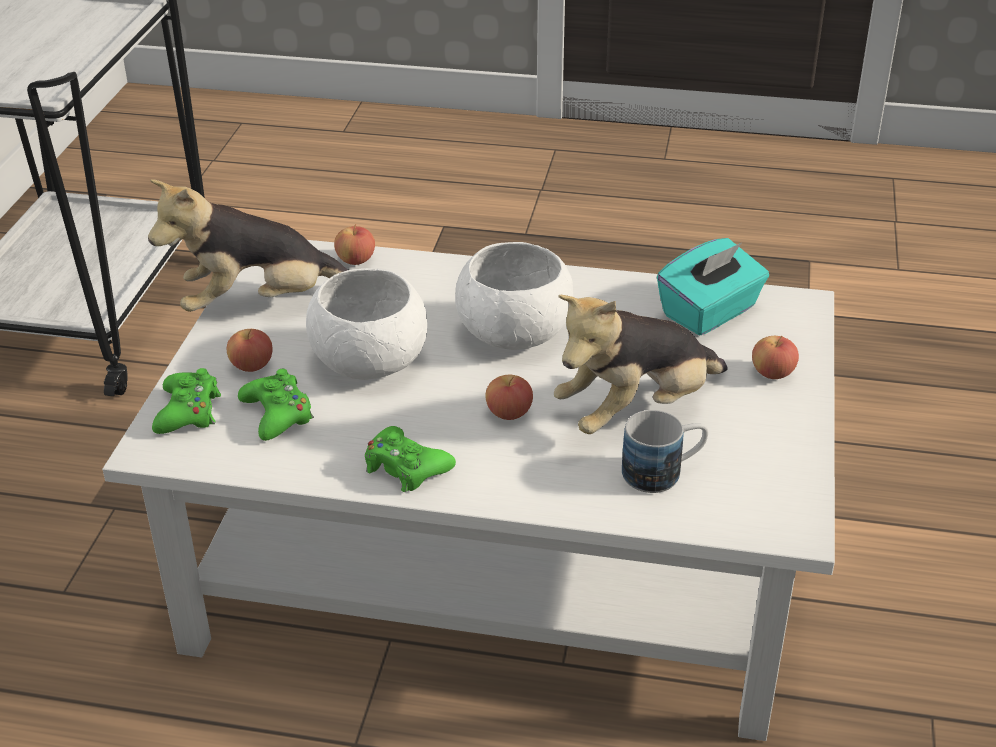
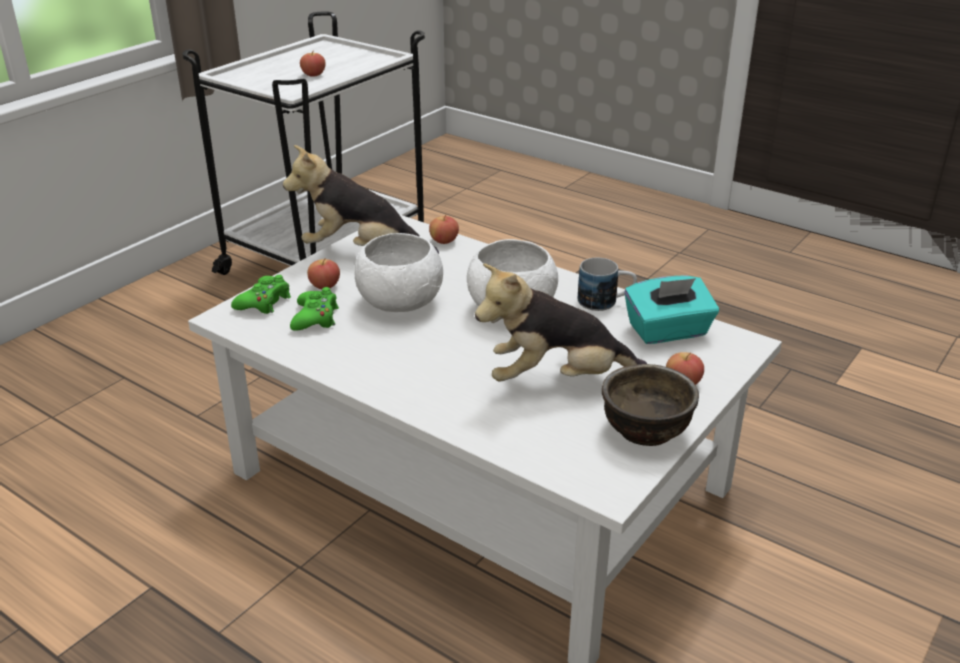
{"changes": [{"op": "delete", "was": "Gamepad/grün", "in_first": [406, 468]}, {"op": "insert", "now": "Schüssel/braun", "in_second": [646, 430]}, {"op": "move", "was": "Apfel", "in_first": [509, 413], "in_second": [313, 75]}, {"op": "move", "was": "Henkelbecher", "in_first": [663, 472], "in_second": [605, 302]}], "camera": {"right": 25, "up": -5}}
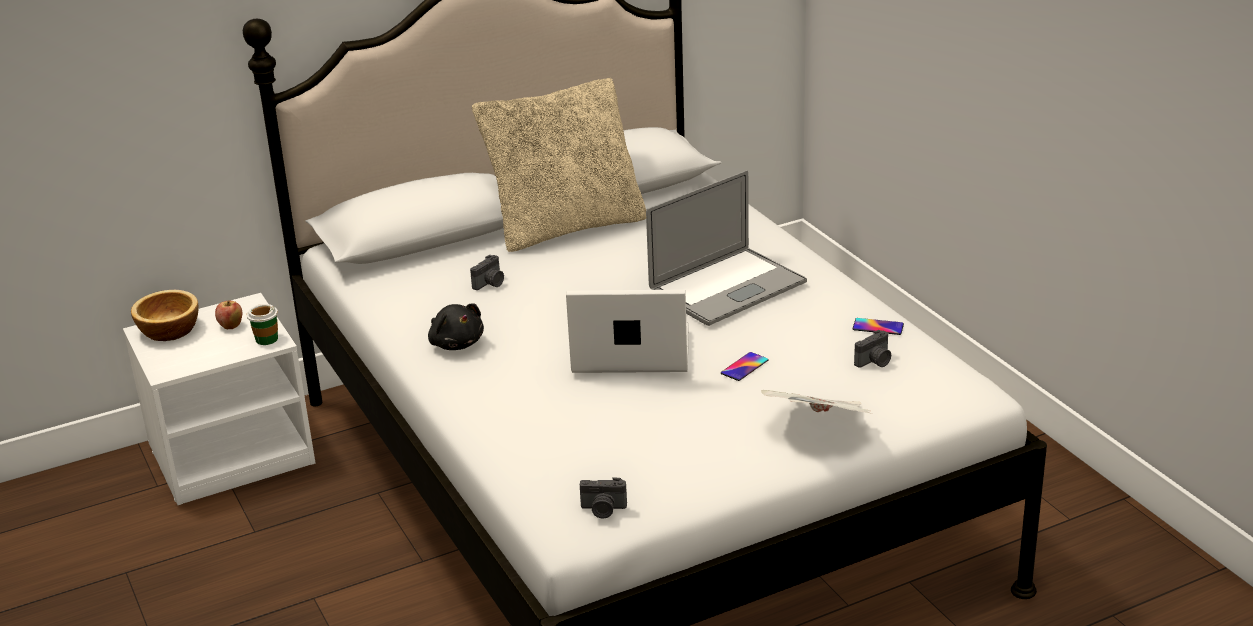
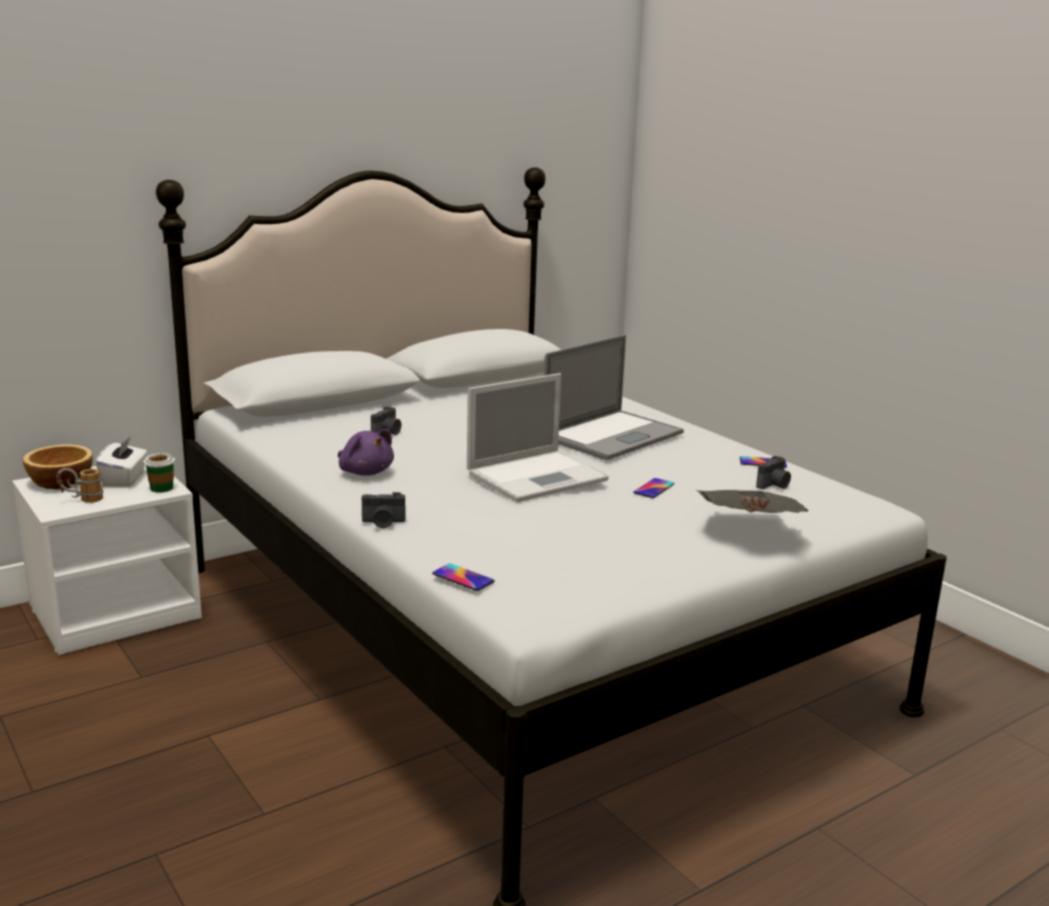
{"changes": [{"op": "delete", "was": "Kissen/beige", "in_first": [566, 223]}, {"op": "insert", "now": "Henkelbecher", "in_second": [81, 500]}, {"op": "insert", "now": "Handy", "in_second": [463, 578]}, {"op": "move", "was": "Kamera", "in_first": [603, 510], "in_second": [383, 523]}, {"op": "replace", "was": "Apfel", "now": "Taschentuchbox/weiß", "in_first": [231, 326], "in_second": [124, 479]}, {"op": "recolor", "was": "Plüschtier/schwarz", "now": "Plüschtier/lila", "in_first": [456, 343], "in_second": [365, 472]}, {"op": "rotate", "was": "Laptop", "in_first": [628, 351], "in_second": [538, 476], "clockwise": 150}], "camera": {"right": -10, "up": -10}}
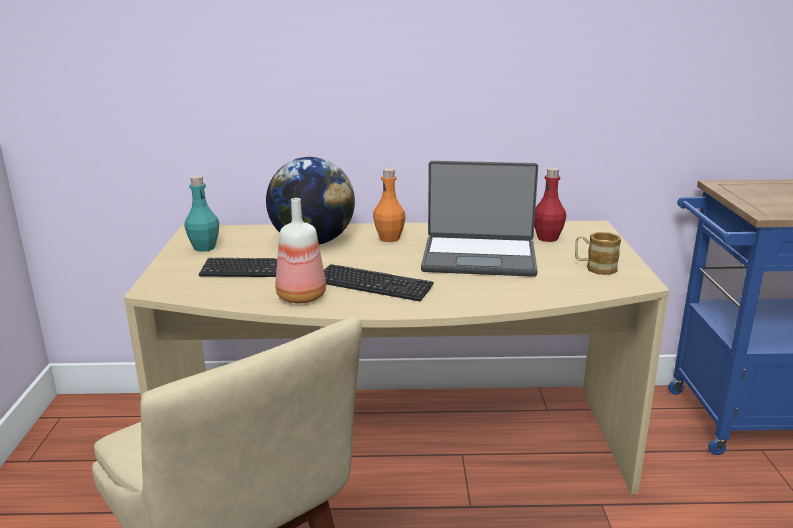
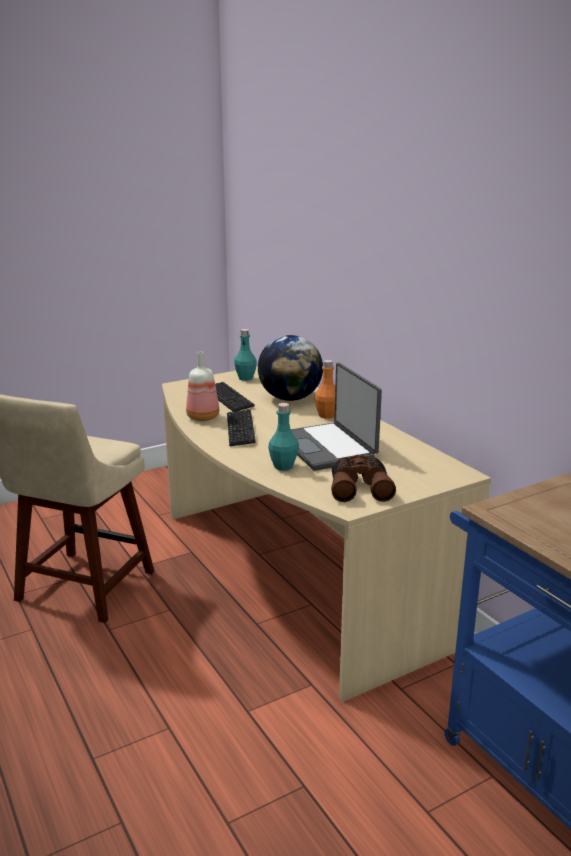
{"changes": [{"op": "delete", "was": "Flasche/rot", "in_first": [547, 238]}, {"op": "insert", "now": "Flasche/türkis", "in_second": [283, 466]}, {"op": "replace", "was": "Henkelbecher", "now": "Fernglas/braun", "in_first": [595, 267], "in_second": [359, 488]}], "camera": {"right": 60, "up": 0}}
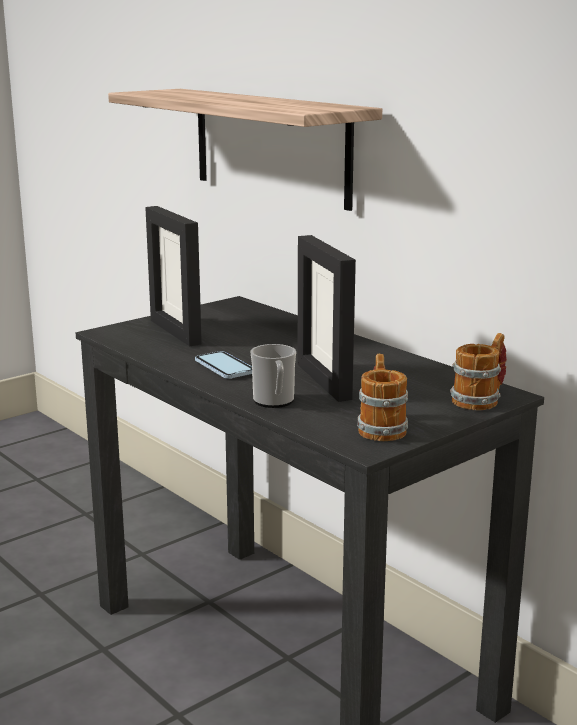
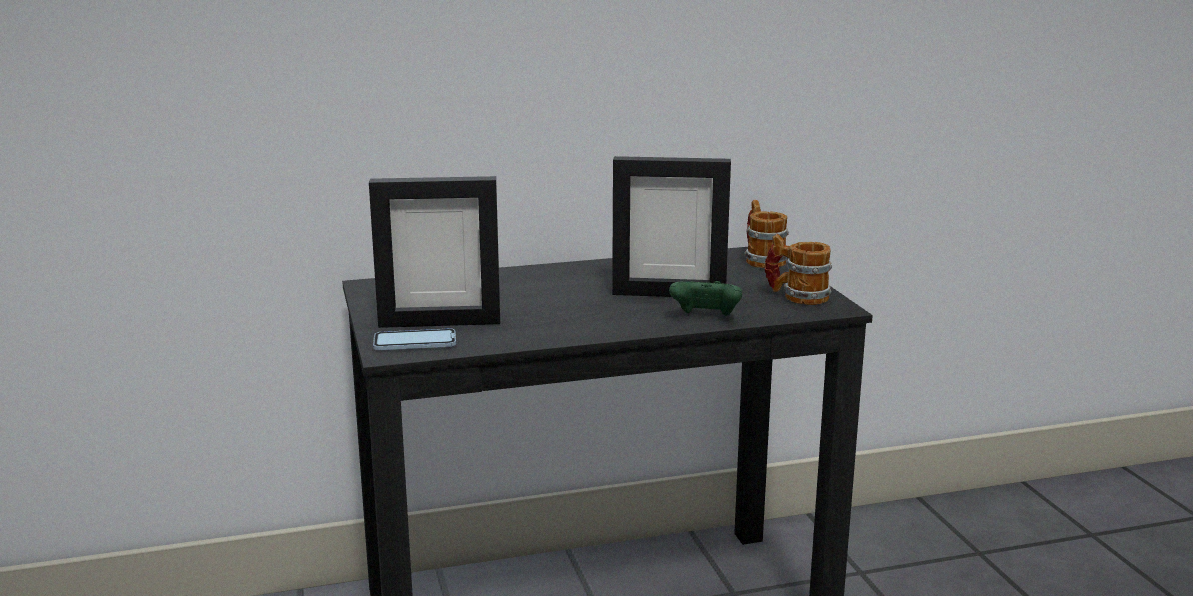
{"changes": [{"op": "delete", "was": "Wandregal", "in_first": [270, 146]}, {"op": "move", "was": "Handy", "in_first": [224, 367], "in_second": [415, 342]}, {"op": "replace", "was": "Henkelbecher", "now": "Gamepad/grün", "in_first": [274, 402], "in_second": [705, 318]}], "camera": {"right": -65, "up": 0}}
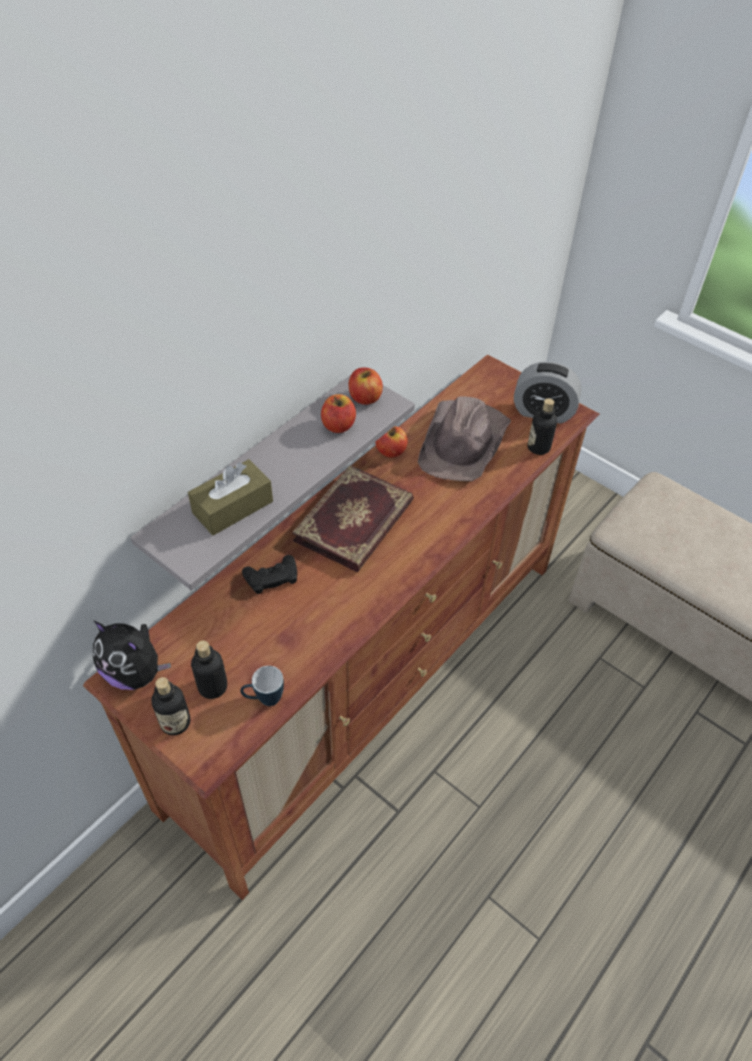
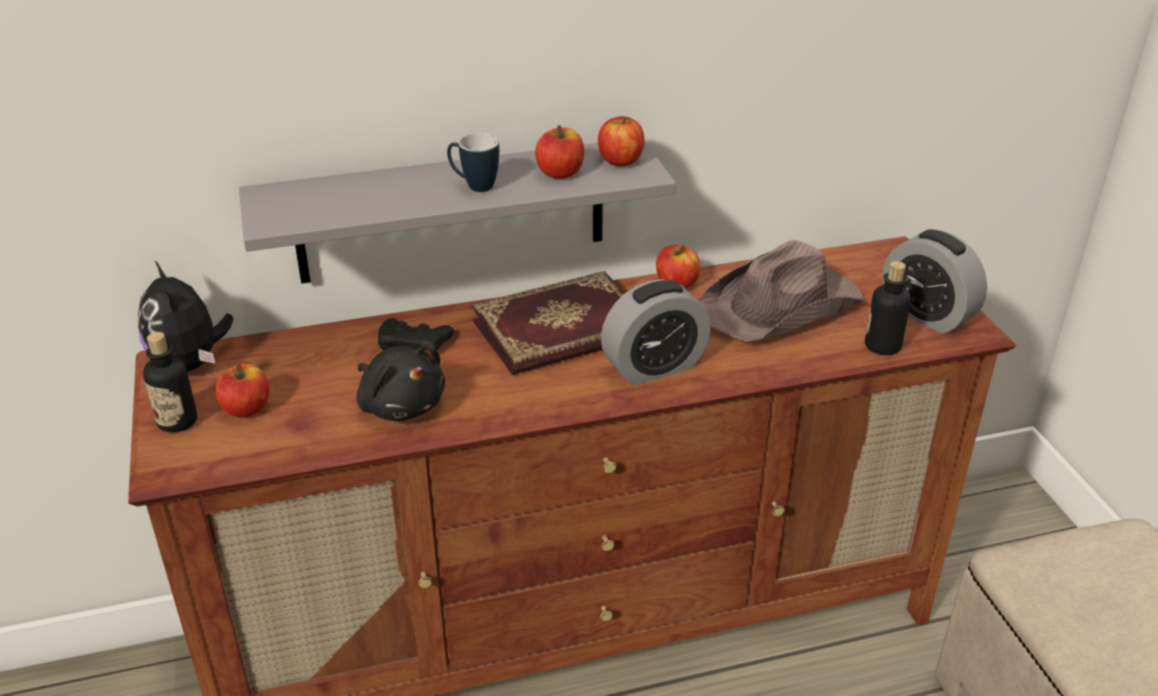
{"changes": [{"op": "delete", "was": "Taschentuchbox/braun", "in_first": [233, 507]}, {"op": "insert", "now": "Plüschtier/schwarz", "in_second": [401, 405]}, {"op": "insert", "now": "Wecker", "in_second": [654, 367]}, {"op": "move", "was": "Henkelbecher", "in_first": [264, 699], "in_second": [474, 186]}, {"op": "replace", "was": "Flasche", "now": "Apfel", "in_first": [212, 686], "in_second": [246, 408]}], "camera": {"right": 35, "up": -15}}
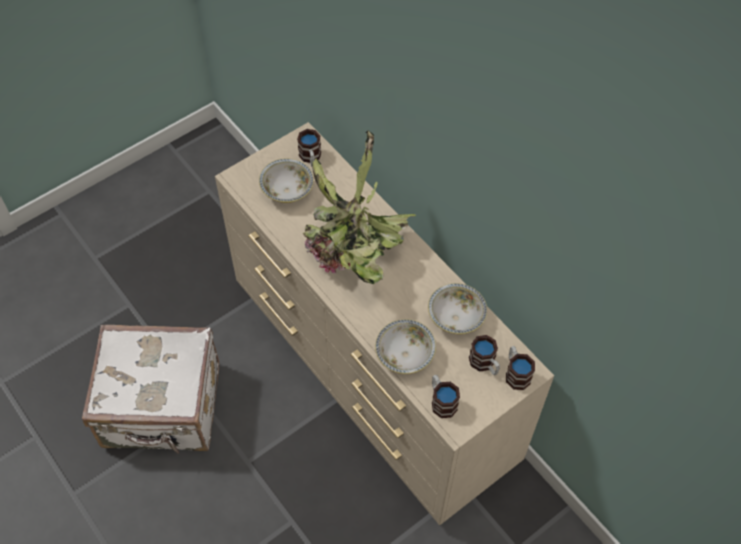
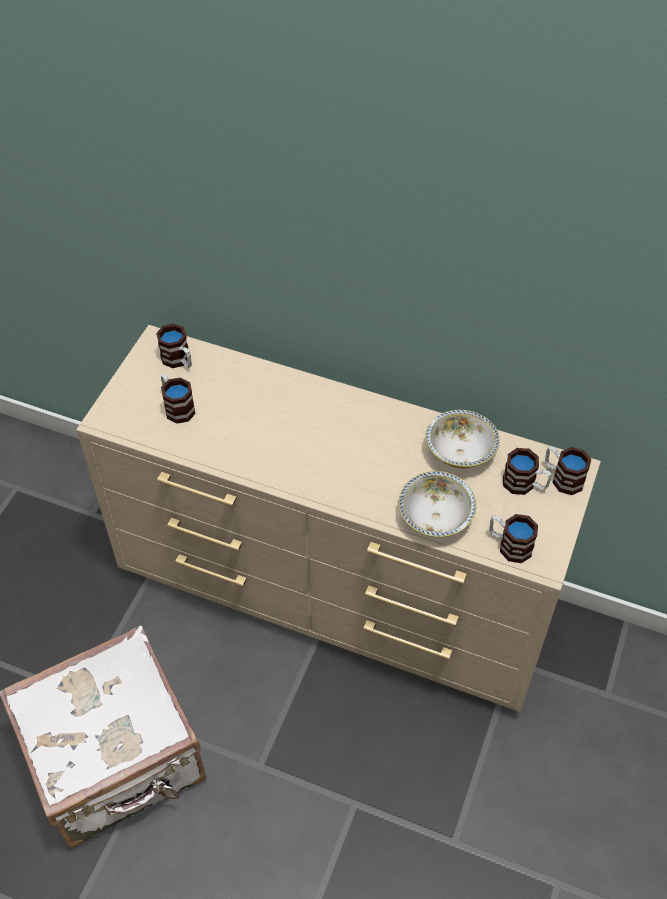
{"changes": [{"op": "delete", "was": "Topfpflanze", "in_first": [356, 254]}, {"op": "replace", "was": "Schüssel", "now": "Henkelbecher", "in_first": [287, 191], "in_second": [176, 407]}], "camera": {"right": -30, "up": -5}}
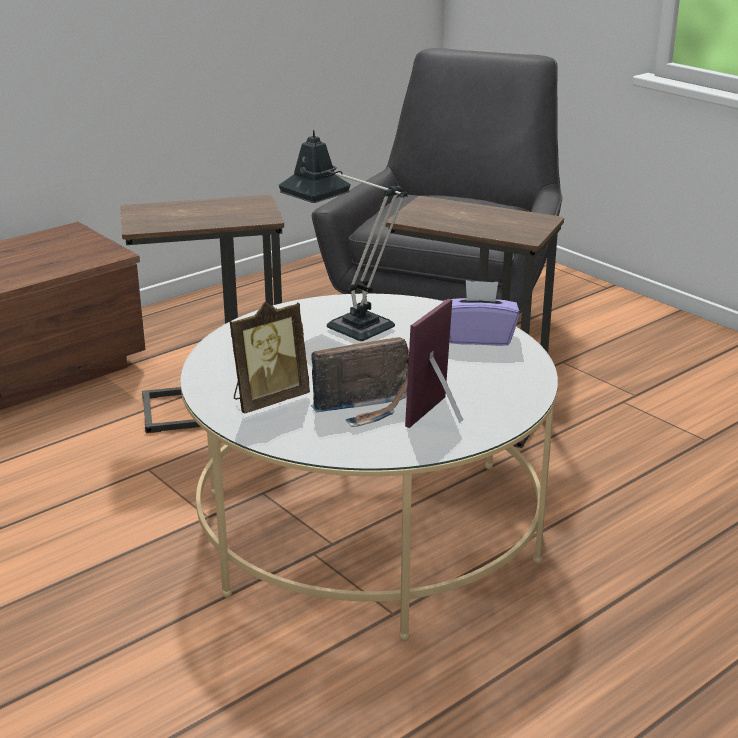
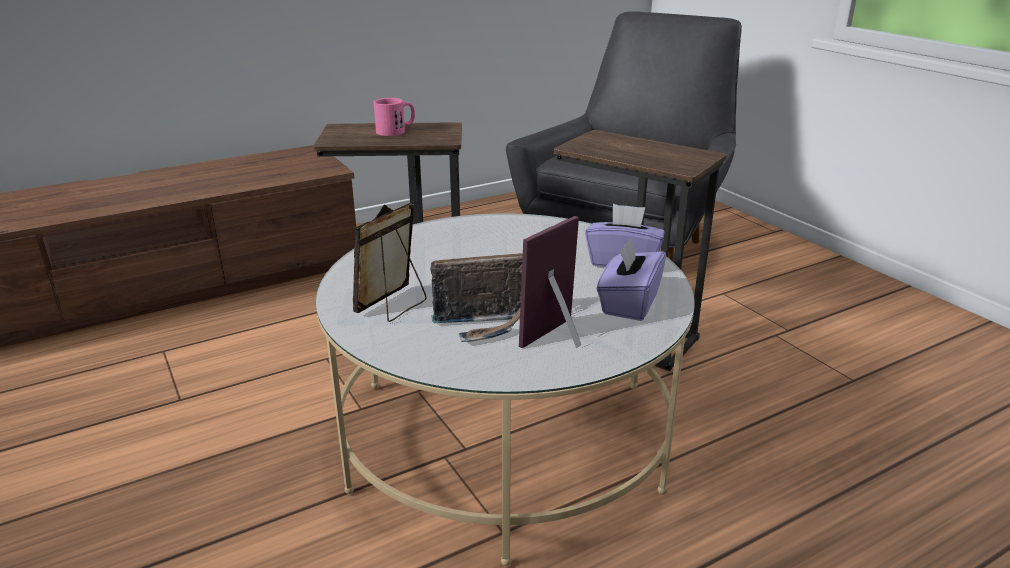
{"changes": [{"op": "delete", "was": "Tischlampe", "in_first": [349, 324]}, {"op": "insert", "now": "Henkelbecher/rosa", "in_second": [396, 131]}, {"op": "insert", "now": "Taschentuchbox/lila", "in_second": [629, 303]}, {"op": "rotate", "was": "Bilderrahmen", "in_first": [268, 399], "in_second": [393, 306], "clockwise": 150}], "camera": {"right": 10, "up": 0}}
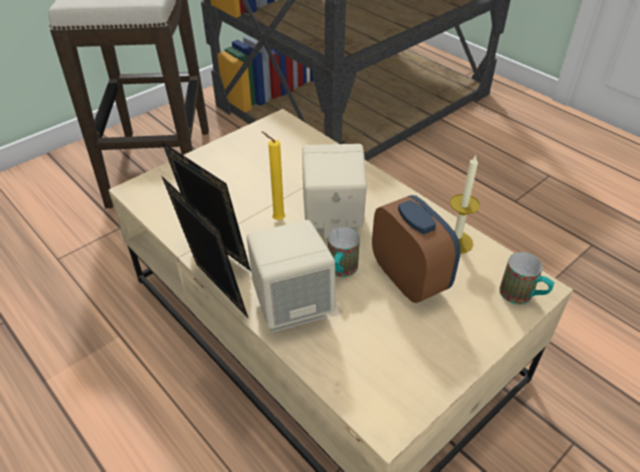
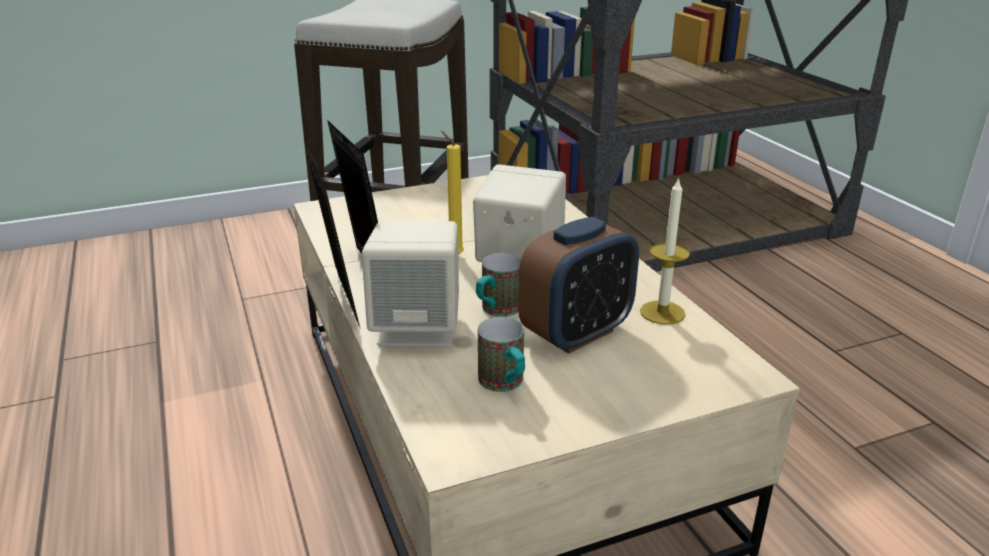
{"changes": [{"op": "move", "was": "Henkelbecher", "in_first": [522, 296], "in_second": [505, 384]}, {"op": "rotate", "was": "Wecker", "in_first": [409, 279], "in_second": [576, 333], "clockwise": 60}], "camera": {"right": 20, "up": -15}}
